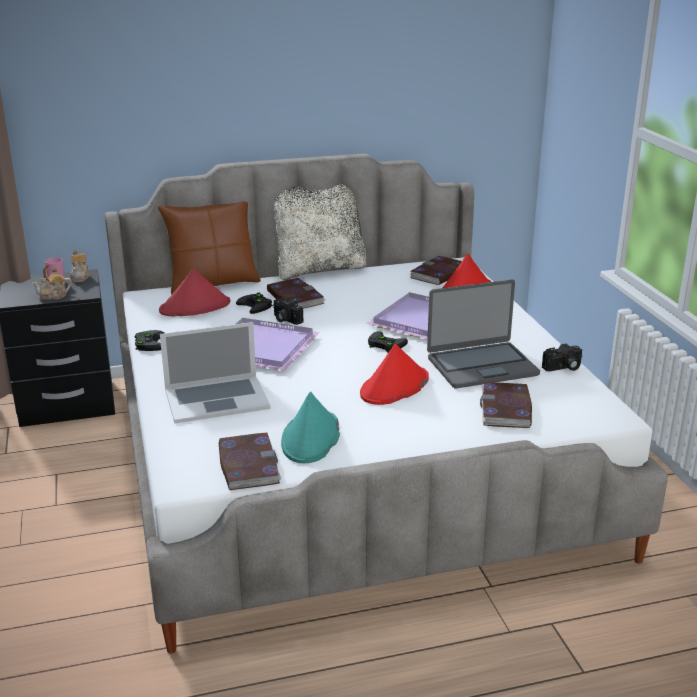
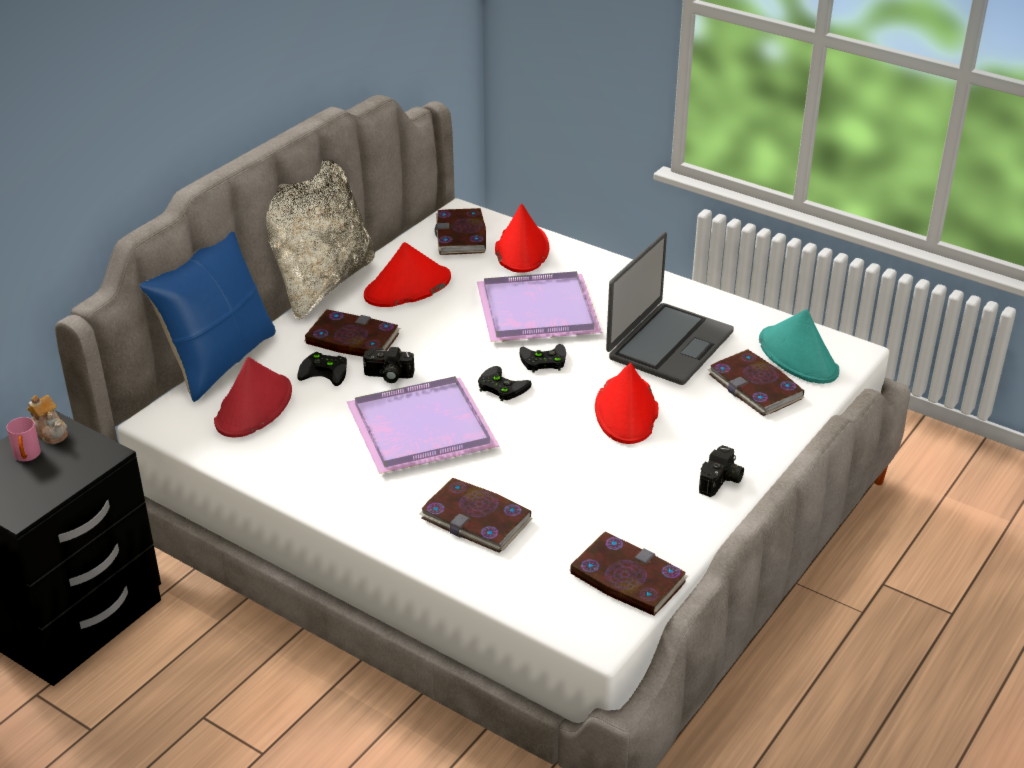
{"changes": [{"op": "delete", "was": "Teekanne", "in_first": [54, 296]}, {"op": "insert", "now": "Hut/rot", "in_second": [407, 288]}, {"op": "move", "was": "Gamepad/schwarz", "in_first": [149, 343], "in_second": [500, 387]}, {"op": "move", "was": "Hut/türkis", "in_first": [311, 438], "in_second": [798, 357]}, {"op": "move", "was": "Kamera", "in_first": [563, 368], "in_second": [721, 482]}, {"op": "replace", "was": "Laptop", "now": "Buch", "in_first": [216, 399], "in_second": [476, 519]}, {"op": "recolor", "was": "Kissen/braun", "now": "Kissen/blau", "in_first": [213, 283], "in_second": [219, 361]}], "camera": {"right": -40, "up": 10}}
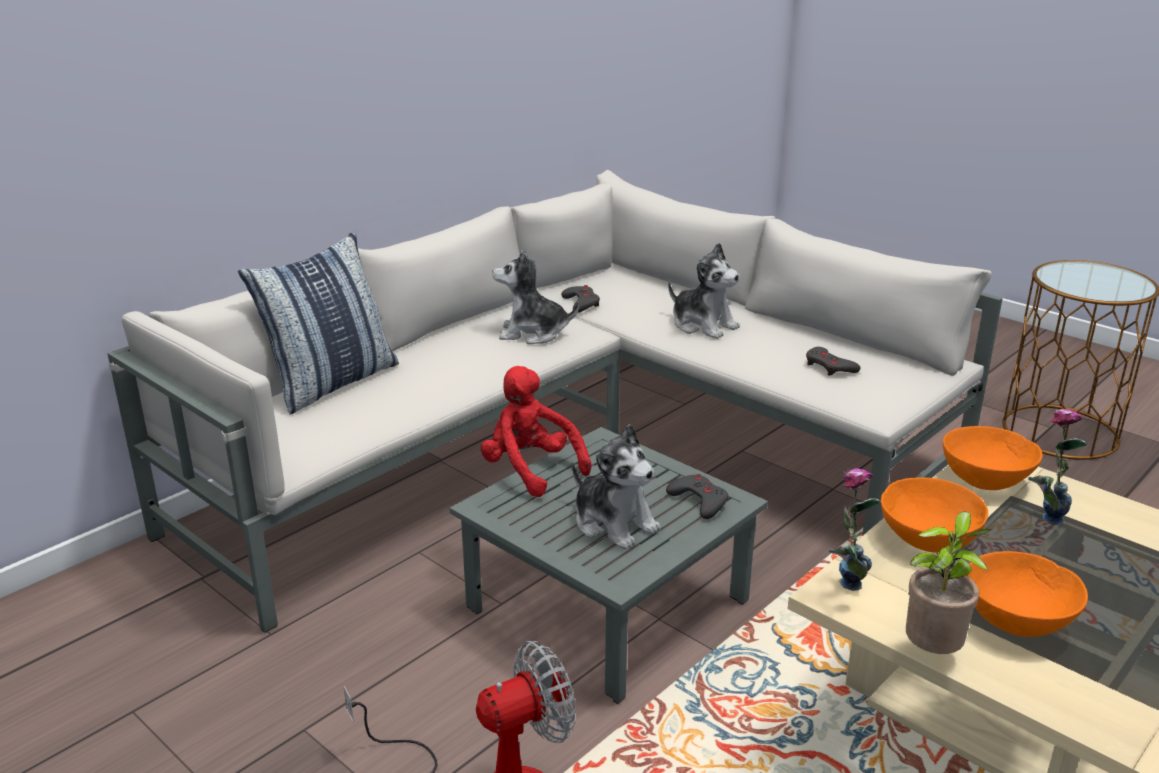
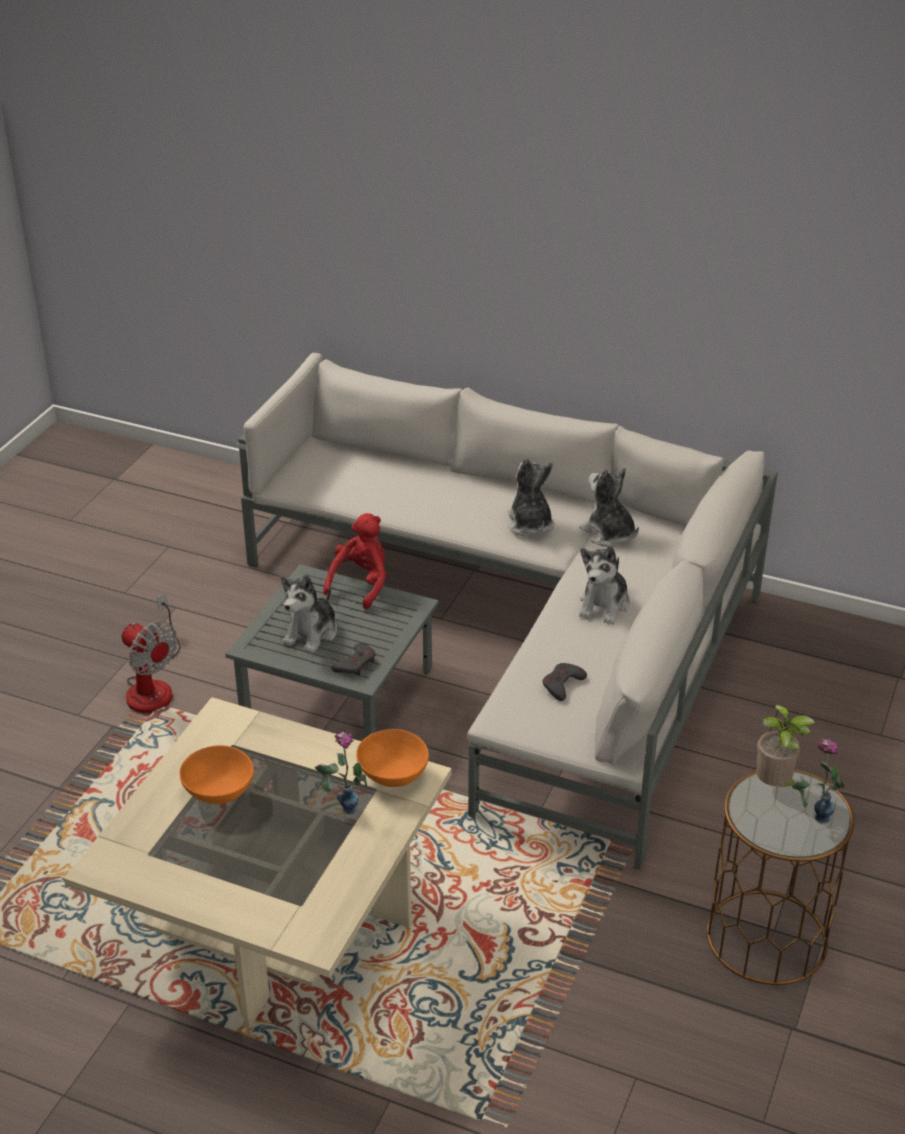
{"changes": [{"op": "delete", "was": "Kissen", "in_first": [332, 383]}, {"op": "delete", "was": "Schüssel/orange", "in_first": [928, 540]}, {"op": "move", "was": "Vase", "in_first": [844, 592], "in_second": [811, 815]}, {"op": "move", "was": "Topfpflanze", "in_first": [933, 652], "in_second": [775, 786]}, {"op": "replace", "was": "Gamepad/grau", "now": "Plüschtier", "in_first": [581, 303], "in_second": [609, 534]}], "camera": {"right": 70, "up": 10}}
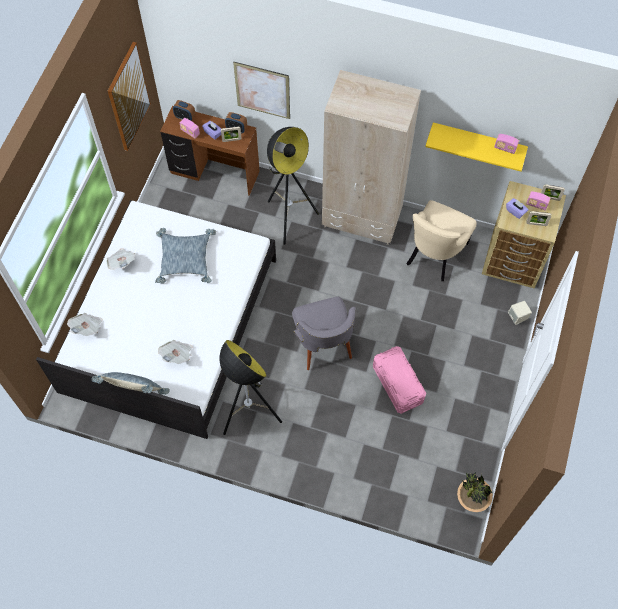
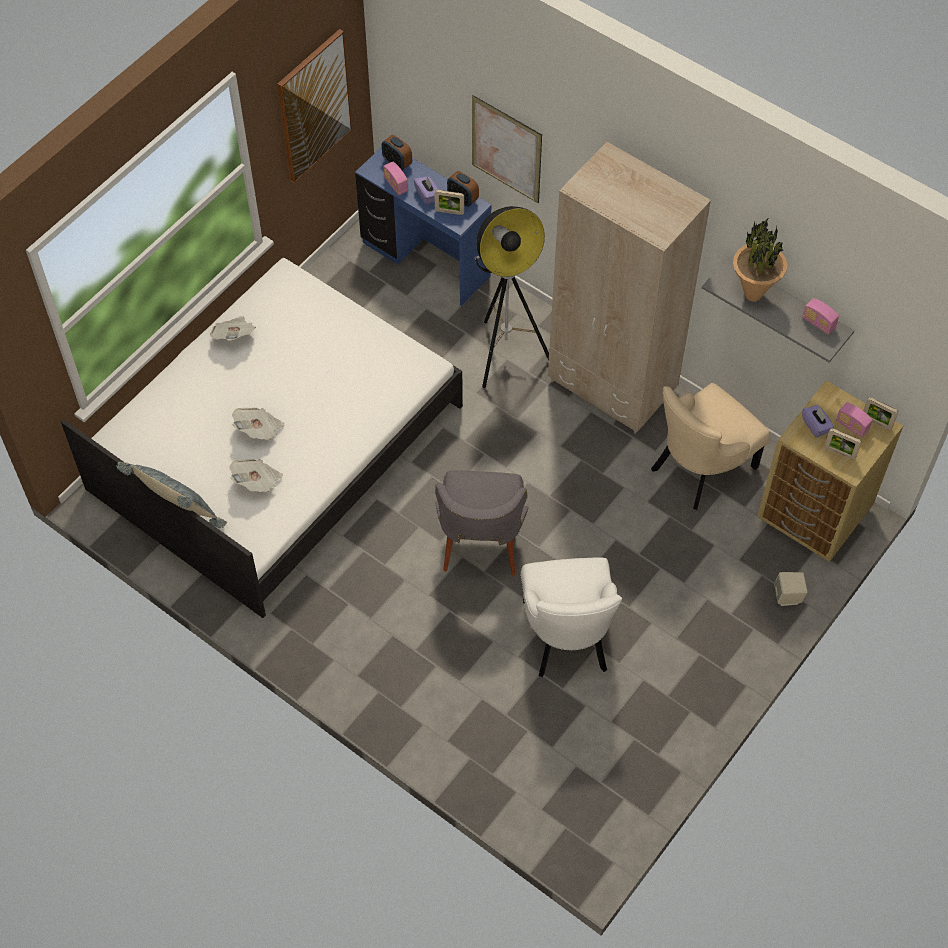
{"changes": [{"op": "delete", "was": "Kissen", "in_first": [185, 257]}, {"op": "delete", "was": "Stehlampe", "in_first": [249, 414]}, {"op": "move", "was": "Zeitung", "in_first": [87, 328], "in_second": [259, 430]}, {"op": "move", "was": "Topfpflanze", "in_first": [469, 503], "in_second": [752, 294]}, {"op": "replace", "was": "Aufbewahrungsbox/rosa", "now": "Stuhl/weiß", "in_first": [397, 384], "in_second": [566, 633]}, {"op": "recolor", "was": "Schreibtisch/braun", "now": "Schreibtisch/blau", "in_first": [214, 173], "in_second": [425, 261]}, {"op": "recolor", "was": "Wandregal/gelb", "now": "Wandregal/grau", "in_first": [478, 141], "in_second": [787, 305]}], "camera": {"right": 20, "up": -5}}
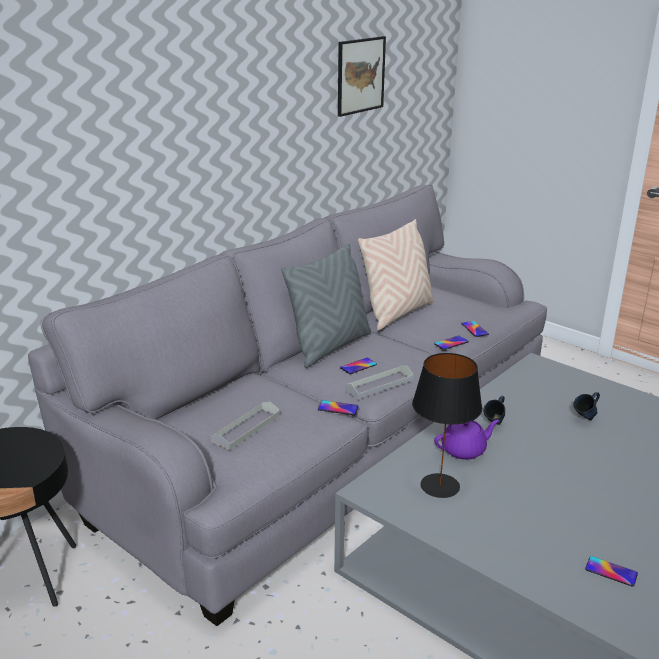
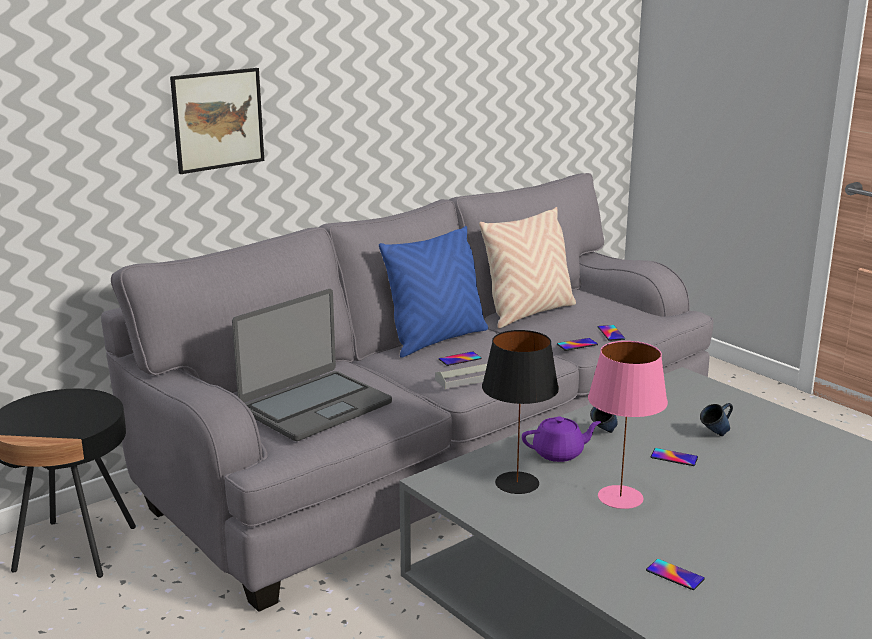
{"changes": [{"op": "insert", "now": "Tischlampe/rosa", "in_second": [620, 497]}, {"op": "move", "was": "Handy", "in_first": [338, 408], "in_second": [674, 457]}, {"op": "move", "was": "Bild", "in_first": [360, 75], "in_second": [218, 120]}, {"op": "replace", "was": "Tablett/grau", "now": "Laptop", "in_first": [246, 428], "in_second": [315, 406]}, {"op": "recolor", "was": "Kissen/grau", "now": "Kissen/blau", "in_first": [329, 347], "in_second": [436, 340]}], "camera": {"right": 10, "up": -5}}
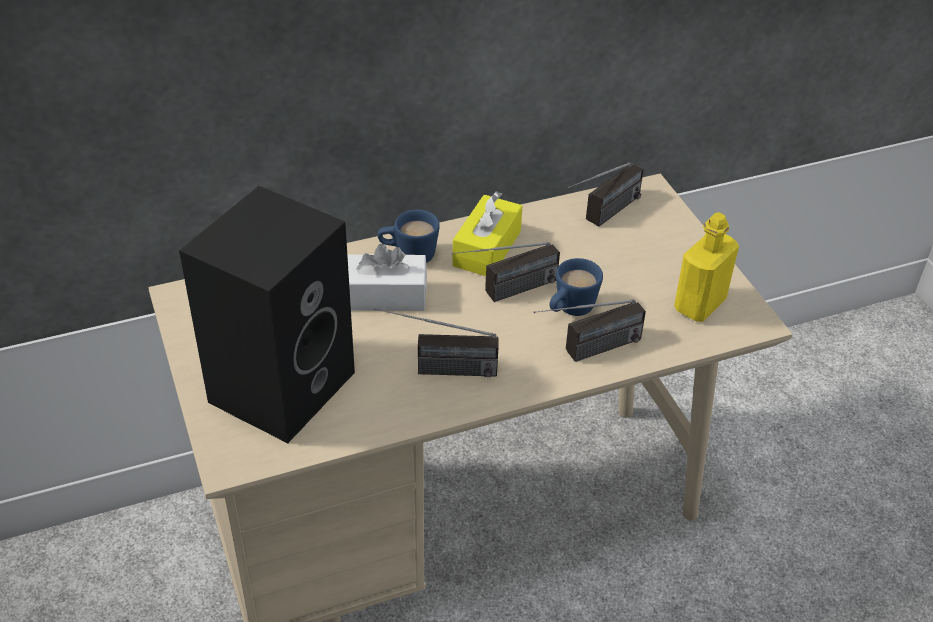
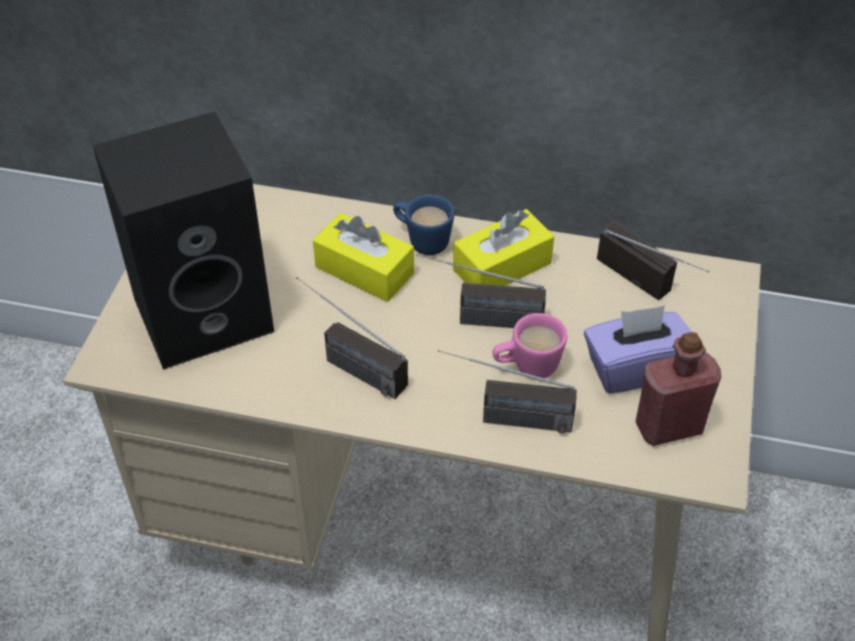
{"changes": [{"op": "insert", "now": "Taschentuchbox/lila", "in_second": [635, 368]}, {"op": "recolor", "was": "Taschentuchbox/weiß", "now": "Taschentuchbox/gelb", "in_first": [384, 296], "in_second": [364, 270]}, {"op": "recolor", "was": "Henkelbecher/blau", "now": "Henkelbecher/rosa", "in_first": [570, 310], "in_second": [526, 367]}, {"op": "recolor", "was": "Flasche/gelb", "now": "Flasche/rot", "in_first": [699, 305], "in_second": [669, 426]}, {"op": "rotate", "was": "Radio", "in_first": [603, 217], "in_second": [652, 285], "clockwise": -120}], "camera": {"right": 35, "up": 5}}
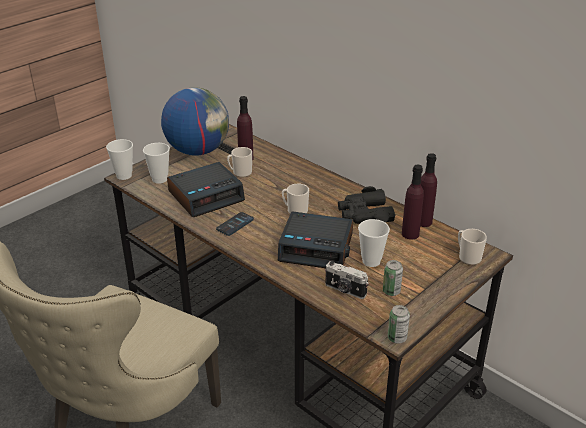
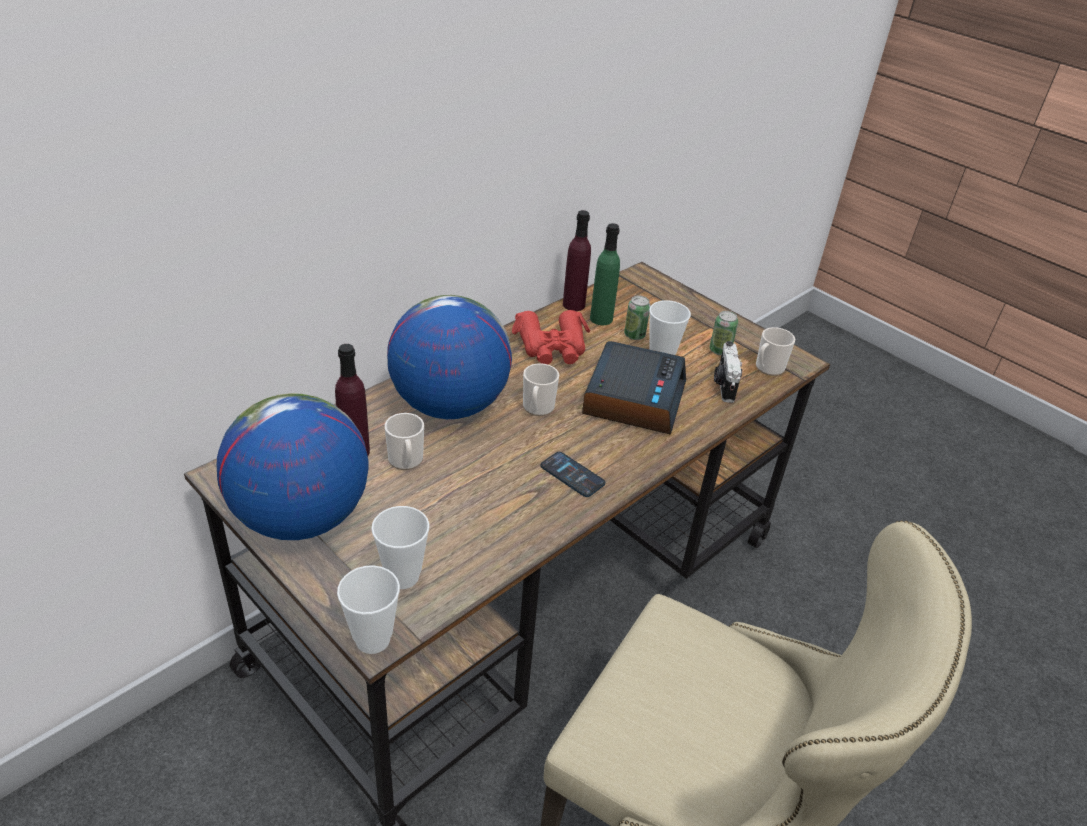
{"changes": [{"op": "delete", "was": "Wecker", "in_first": [206, 196]}, {"op": "insert", "now": "Globus", "in_second": [449, 405]}, {"op": "move", "was": "Dose", "in_first": [397, 338], "in_second": [634, 335]}, {"op": "move", "was": "Henkelbecher", "in_first": [467, 257], "in_second": [767, 368]}, {"op": "recolor", "was": "Fernglas/schwarz", "now": "Fernglas/rot", "in_first": [364, 214], "in_second": [552, 347]}, {"op": "recolor", "was": "Flasche/lila", "now": "Flasche/grün", "in_first": [410, 234], "in_second": [601, 319]}, {"op": "rotate", "was": "Kamera", "in_first": [345, 290], "in_second": [724, 385], "clockwise": 150}], "camera": {"right": -90, "up": 5}}
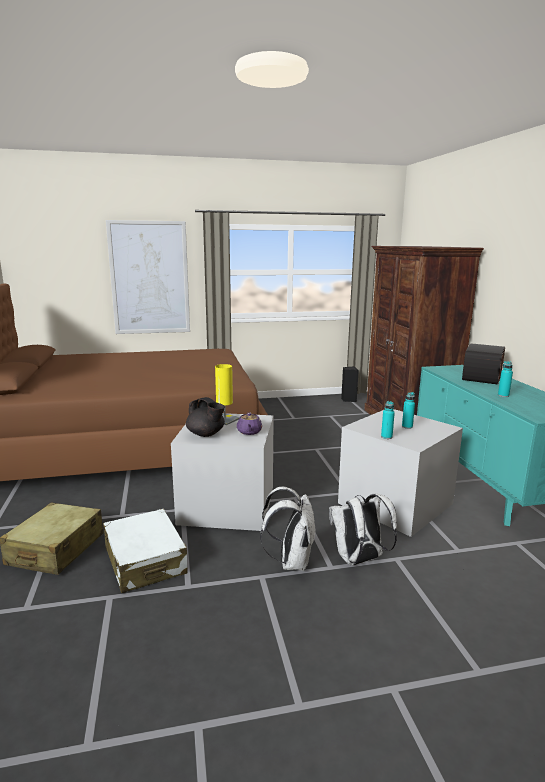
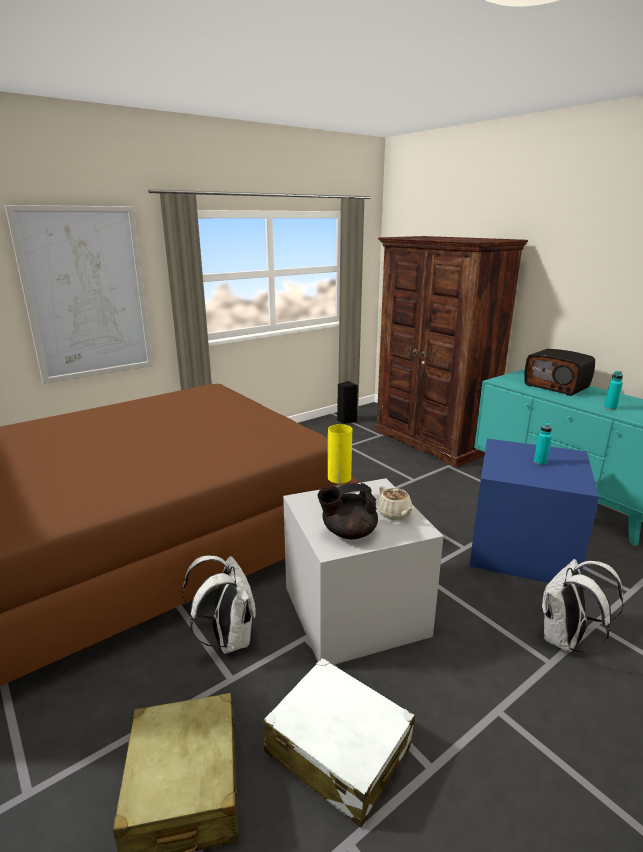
{"changes": [{"op": "delete", "was": "Flasche/türkis", "in_first": [386, 437]}, {"op": "move", "was": "Rucksack/weiß", "in_first": [291, 561], "in_second": [228, 638]}, {"op": "recolor", "was": "Teekanne/lila", "now": "Teekanne/beige", "in_first": [249, 432], "in_second": [394, 514]}, {"op": "recolor", "was": "Aufbewahrungsbox/grau", "now": "Aufbewahrungsbox/blau", "in_first": [397, 503], "in_second": [523, 548]}, {"op": "rotate", "was": "Teekanne/schwarz", "in_first": [206, 434], "in_second": [348, 533], "clockwise": 150}, {"op": "rotate", "was": "Radio", "in_first": [483, 377], "in_second": [557, 386], "clockwise": -45}], "camera": {"right": -25, "up": 5}}
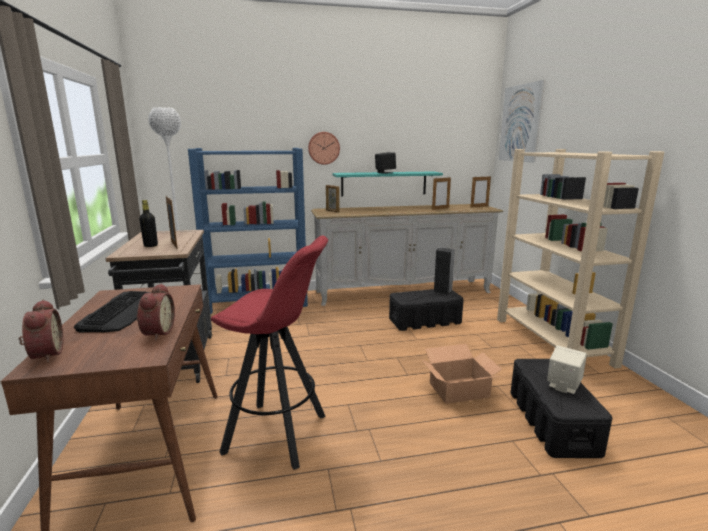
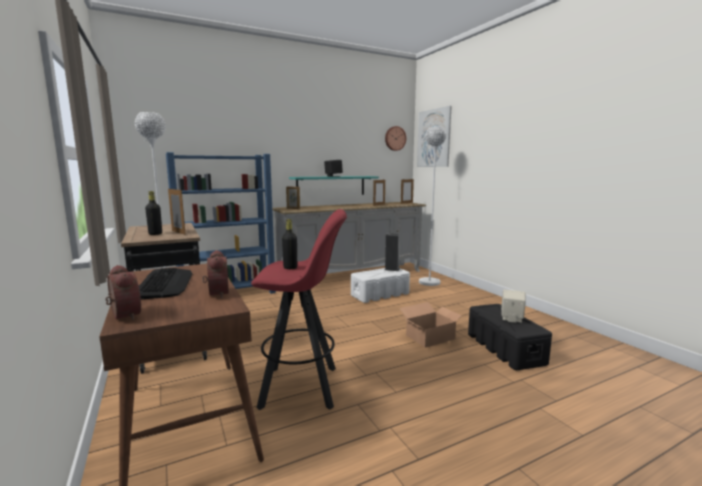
{"changes": [{"op": "delete", "was": "Bücherregal/beige", "in_first": [552, 341]}, {"op": "insert", "now": "Flasche/schwarz", "in_second": [290, 268]}, {"op": "insert", "now": "Stehlampe/weiß", "in_second": [429, 282]}, {"op": "move", "was": "Wanduhr", "in_first": [323, 148], "in_second": [395, 138]}, {"op": "recolor", "was": "Aufbewahrungsbox/schwarz", "now": "Aufbewahrungsbox/weiß", "in_first": [425, 321], "in_second": [380, 294]}], "camera": {"right": -15, "up": -5}}
